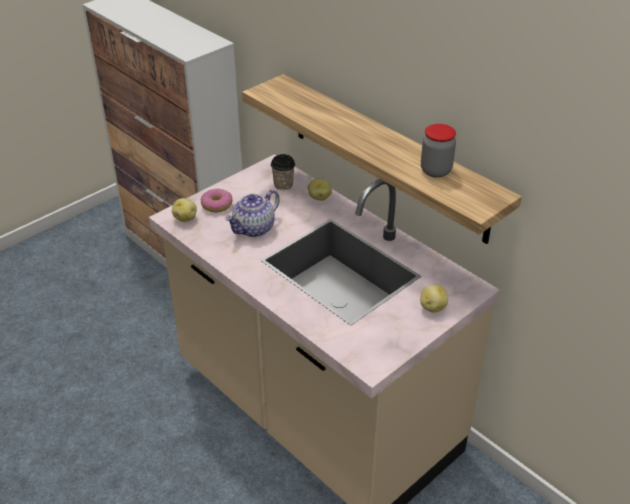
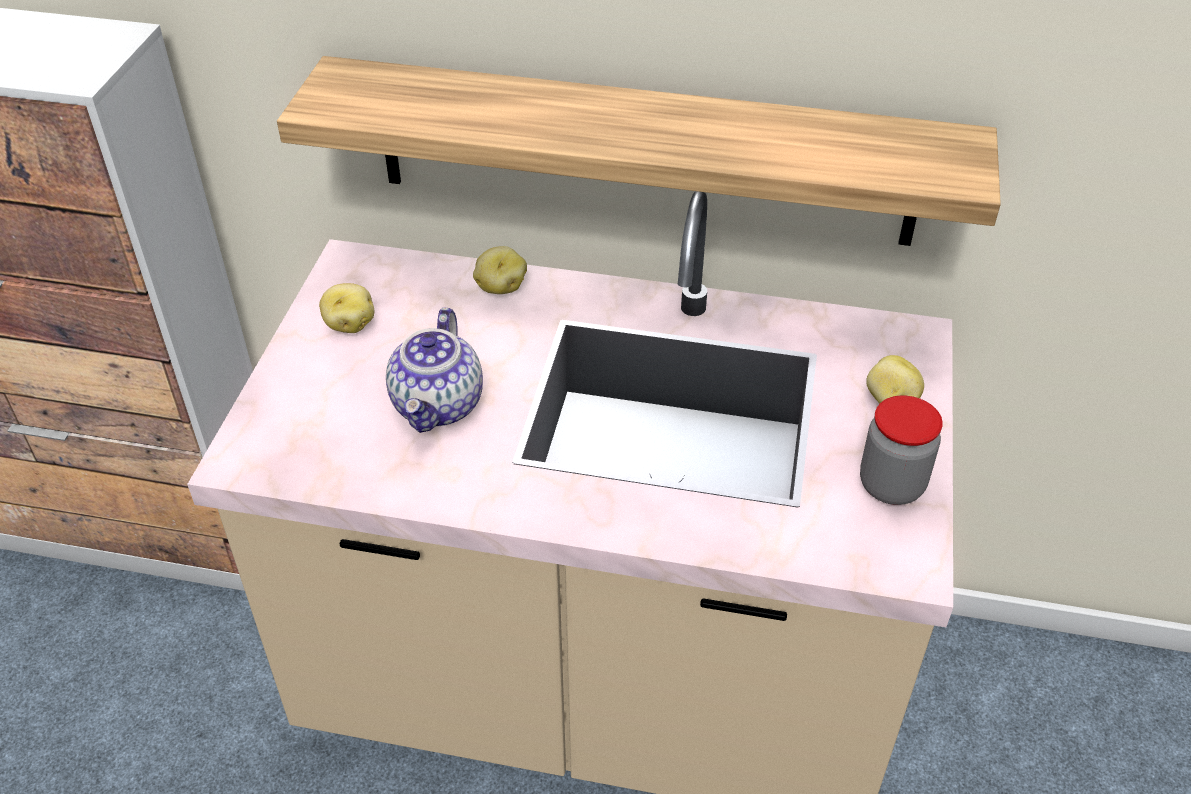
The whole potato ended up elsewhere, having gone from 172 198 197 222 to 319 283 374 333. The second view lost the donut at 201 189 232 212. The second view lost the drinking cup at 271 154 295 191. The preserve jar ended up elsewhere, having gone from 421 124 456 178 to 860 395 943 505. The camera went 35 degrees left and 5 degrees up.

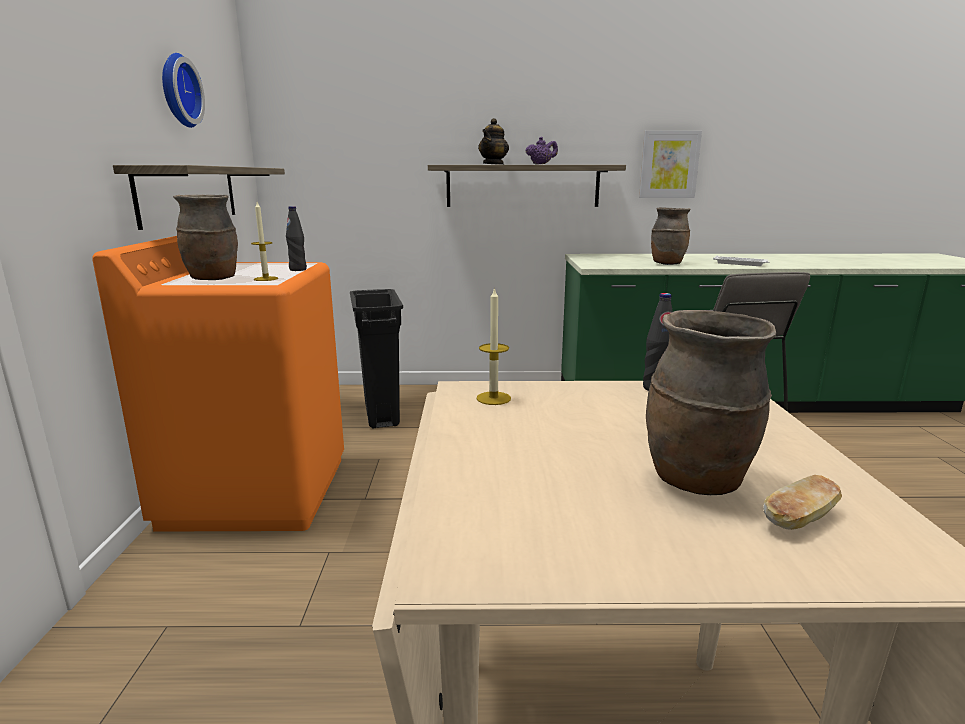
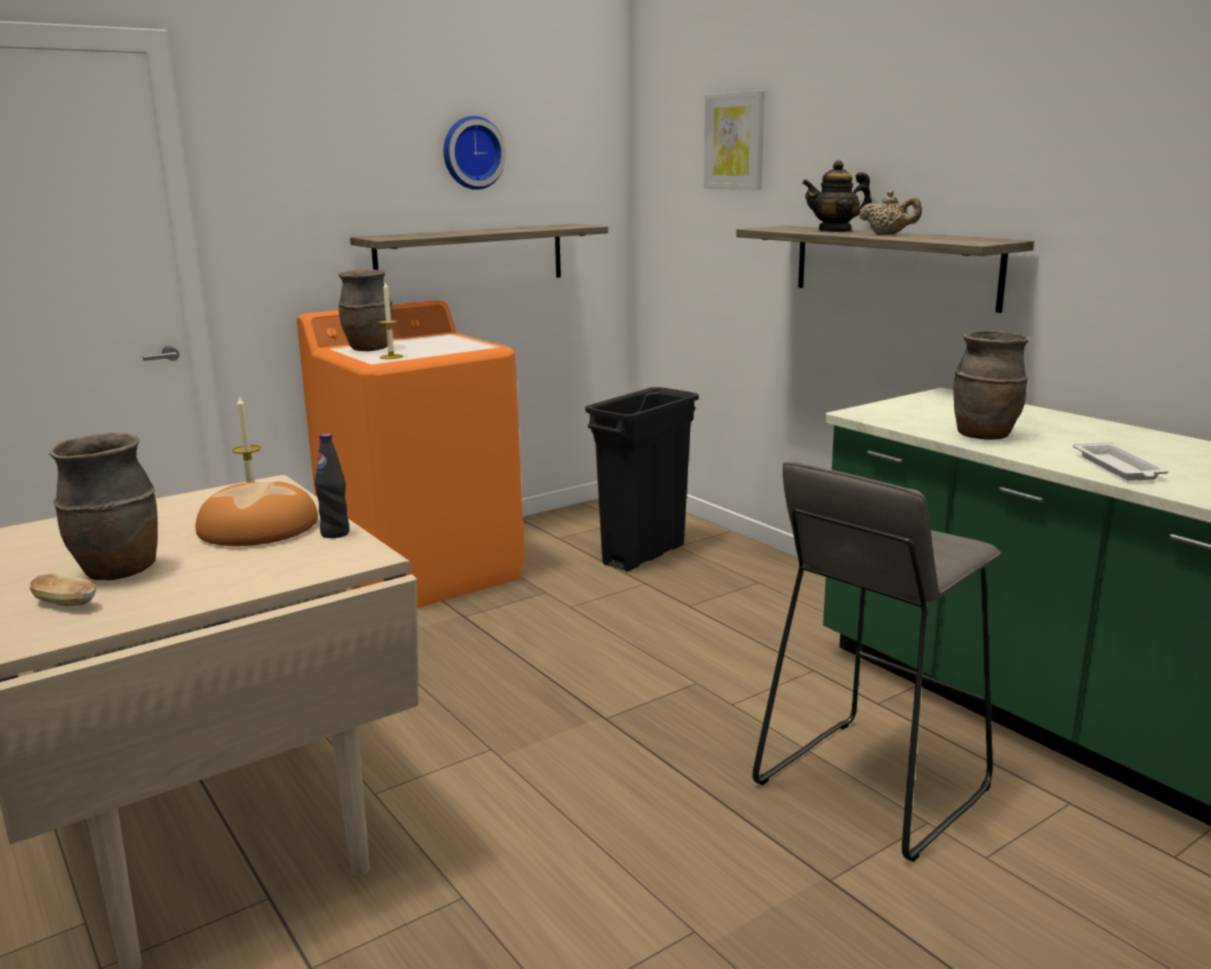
The second view lost the black-coloured drink bottle at 286 206 307 271. What was the purple-coloured pot for tea at 526 137 558 165 turned into the beige-coloured pot for tea at 859 190 922 235. The wall picture ended up elsewhere, having gone from 639 131 702 198 to 704 90 765 190. The second view gained the bread at 195 482 318 546. The camera went 55 degrees right and 0 degrees up.

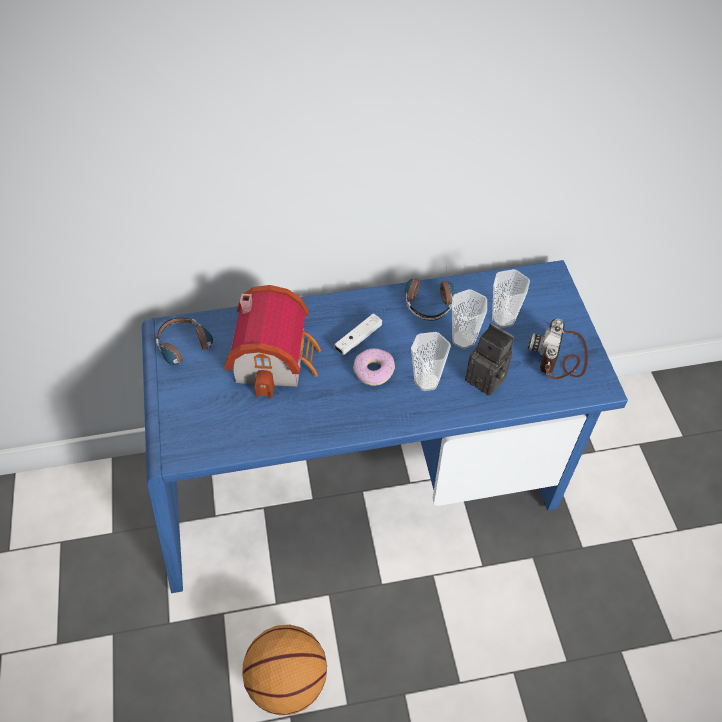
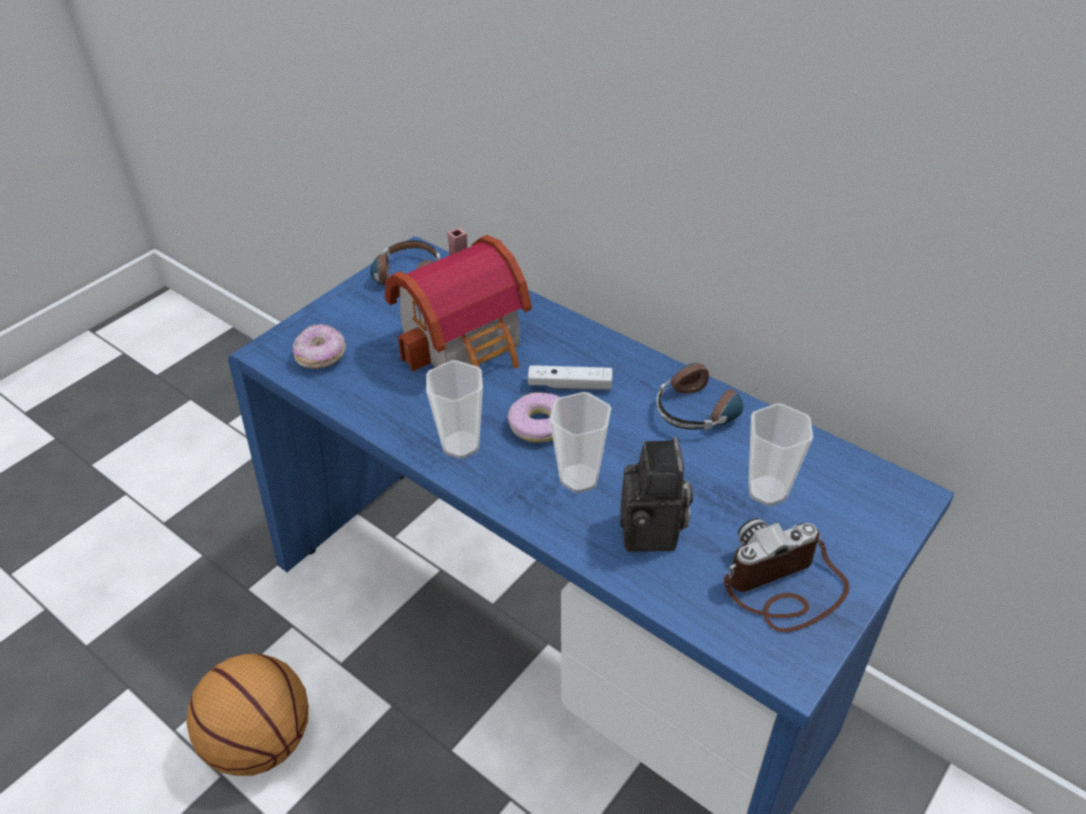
The drinking cup ended up elsewhere, having gone from 452 289 487 349 to 426 360 483 459. The second view gained the donut at 293 324 346 369. The camera went 50 degrees right and 10 degrees down.

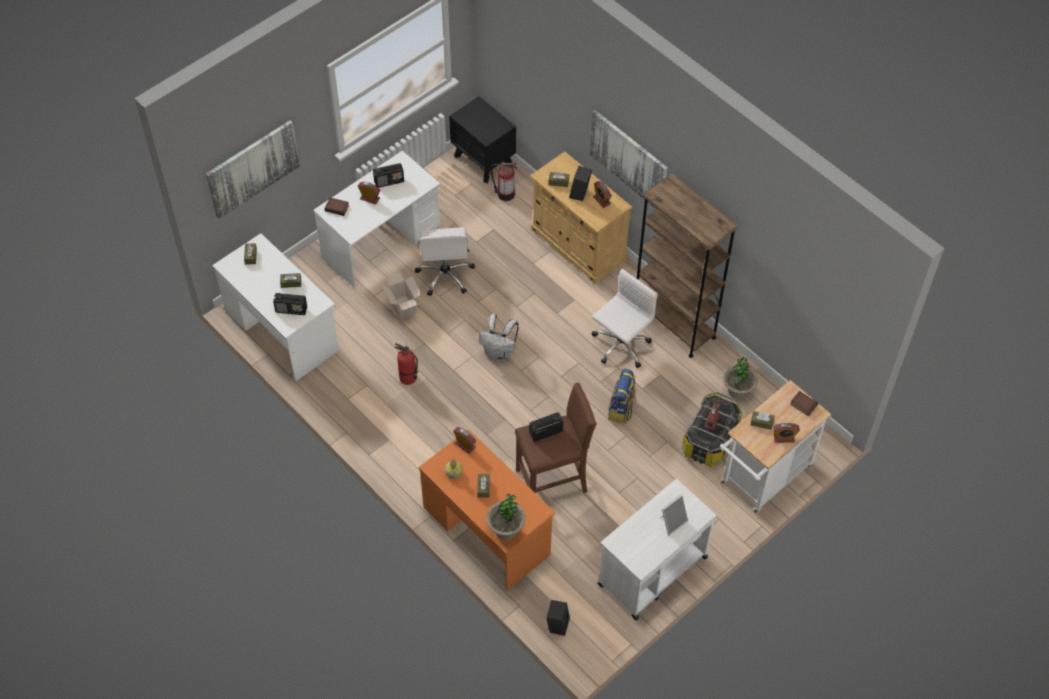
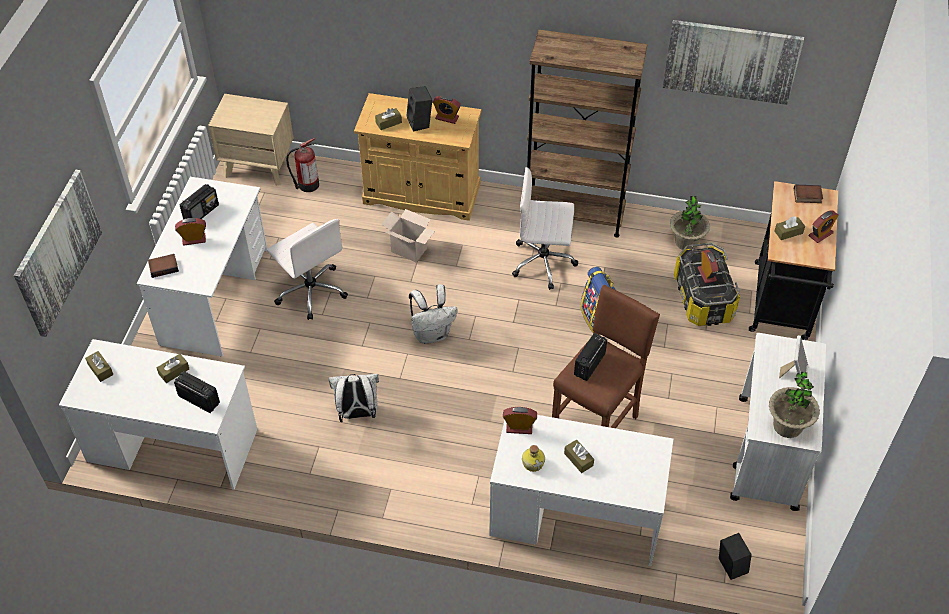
The radio set at 273 293 307 315 ended up facing another way, 120 degrees counterclockwise from before. The packing box ended up elsewhere, having gone from 382 273 422 320 to 381 209 435 262. Where the fire-fighting cylinder stood at 394 343 418 385, the white knapsack came to stand at 329 374 379 422. What was the orangey desk at 418 429 555 591 turned into the white desk at 489 415 673 566. What was the black-coloured nightstand at 449 96 516 183 turned into the beige-coloured nightstand at 208 94 293 186. The potted plant ended up elsewhere, having gone from 486 494 526 540 to 769 372 820 438. The wall picture ended up elsewhere, having gone from 590 110 668 209 to 663 20 804 105. The white computer chair at 592 269 658 368 ended up facing another way, 90 degrees counterclockwise from before. What was the white trolley at 720 380 831 513 turned into the black-coloured trolley at 749 181 838 340. The camera went 35 degrees left and 5 degrees down.

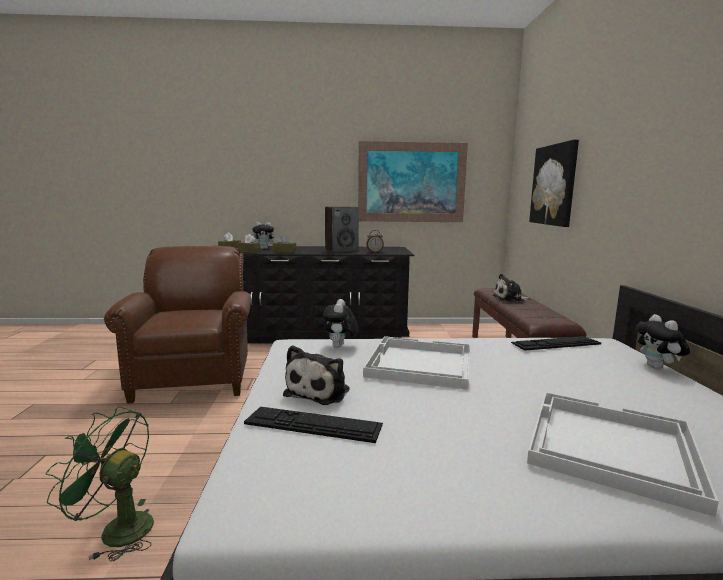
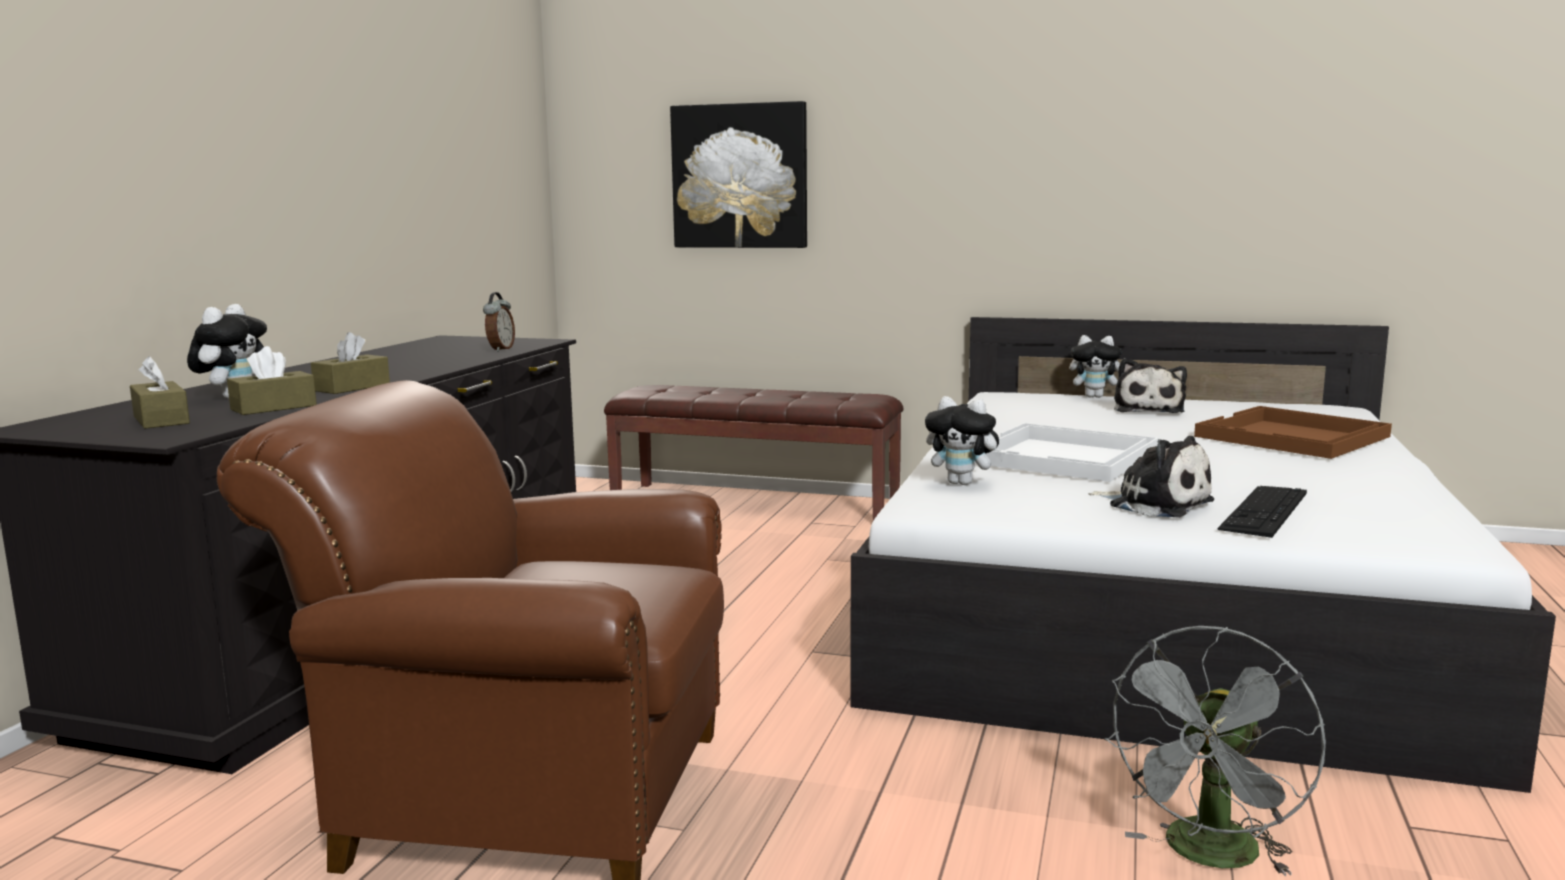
What was the greenish electric fan at 46 407 154 562 turned into the greyish electric fan at 1104 626 1326 876. The second view lost the speaker at 325 207 359 253. The second view lost the wall picture at 358 141 468 222. The plush toy ended up elsewhere, having gone from 492 274 530 302 to 1114 358 1187 413. The second view lost the computer keyboard at 511 336 601 351. What was the white carrying tray at 527 392 719 517 turned into the brownish carrying tray at 1194 406 1392 459. The camera went 70 degrees left and 0 degrees up.

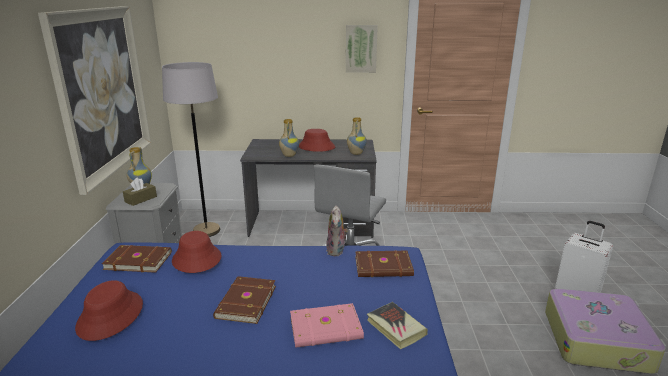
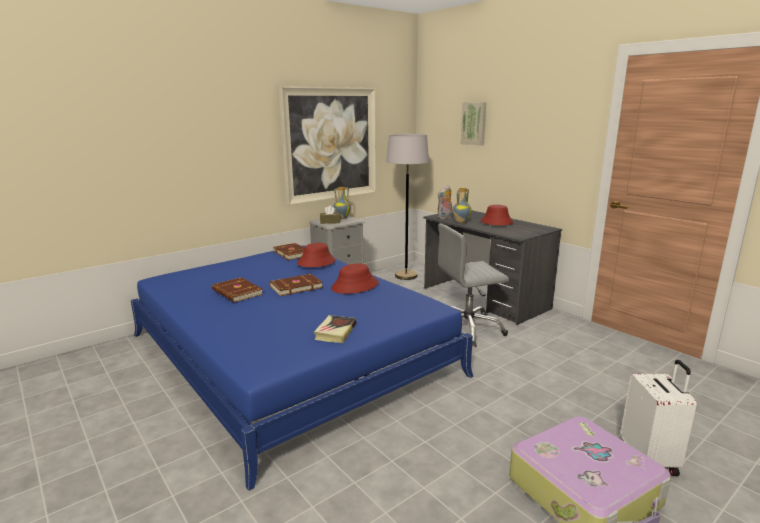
The red wearable hat ended up elsewhere, having gone from 75 280 143 341 to 331 263 379 294. The second view lost the pinkish bound book at 290 303 364 348. The plush toy ended up elsewhere, having gone from 326 206 348 256 to 438 185 452 219. The wall picture ended up elsewhere, having gone from 346 25 378 73 to 460 102 487 146. The second view lost the decorative vase at 347 117 367 155. The brownish bound book ended up elsewhere, having gone from 355 250 414 277 to 212 277 263 302. The camera went 50 degrees right and 5 degrees down.

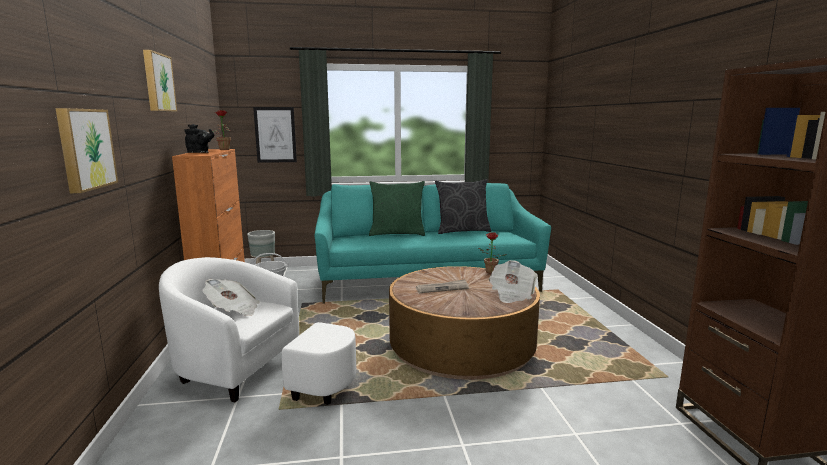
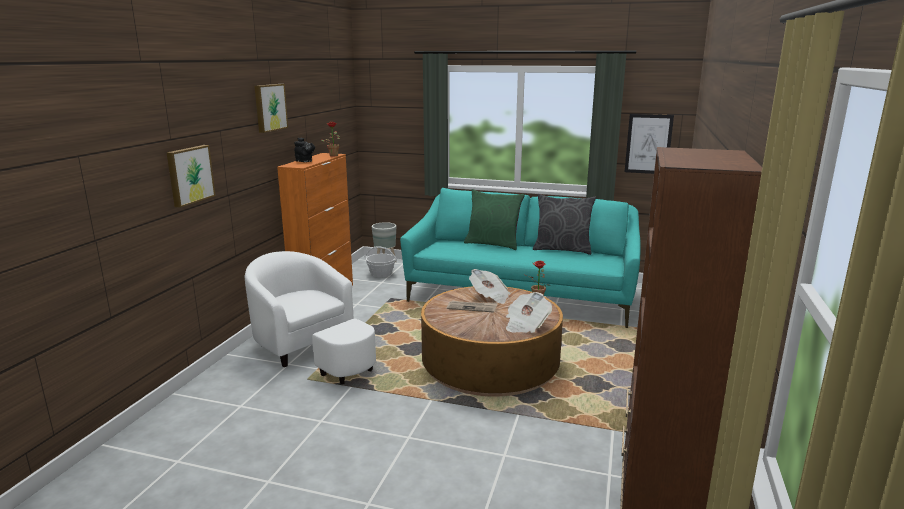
The newspaper ended up elsewhere, having gone from 203 279 260 316 to 469 269 511 304. The wall picture ended up elsewhere, having gone from 253 107 297 163 to 625 114 674 174. The camera went 25 degrees right and 5 degrees up.

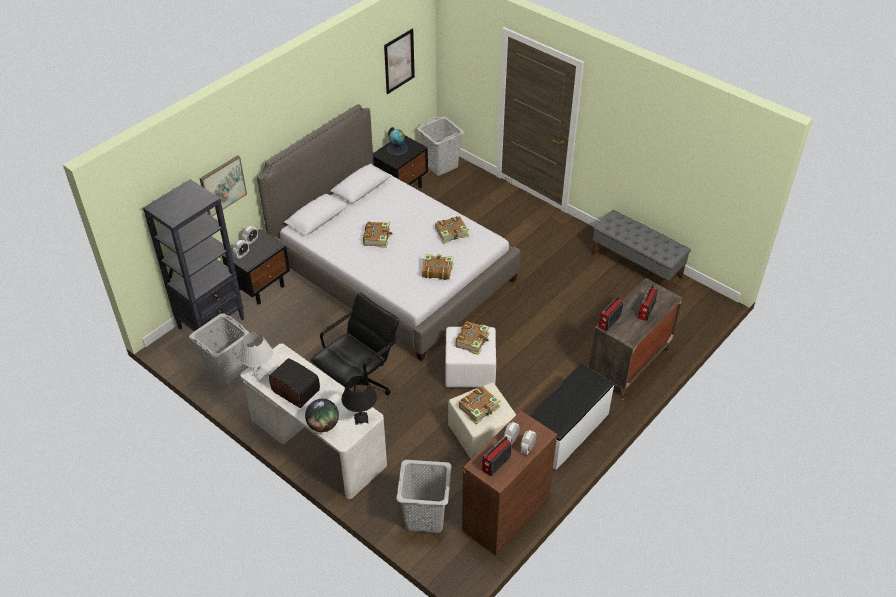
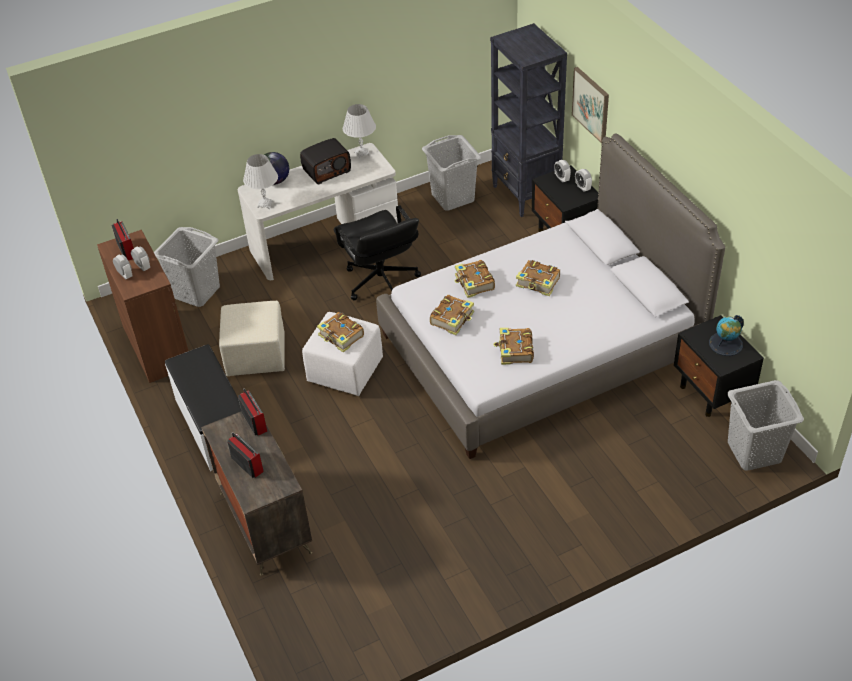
What was the black-coloured lamp for a table at 342 376 377 425 turned into the white lamp for a table at 243 154 278 209. The second view lost the wall picture at 384 29 415 94. The bound book ended up elsewhere, having gone from 459 386 500 424 to 455 260 495 298. The second view lost the greyish bench at 591 210 691 289. The camera went 115 degrees right and 0 degrees up.

